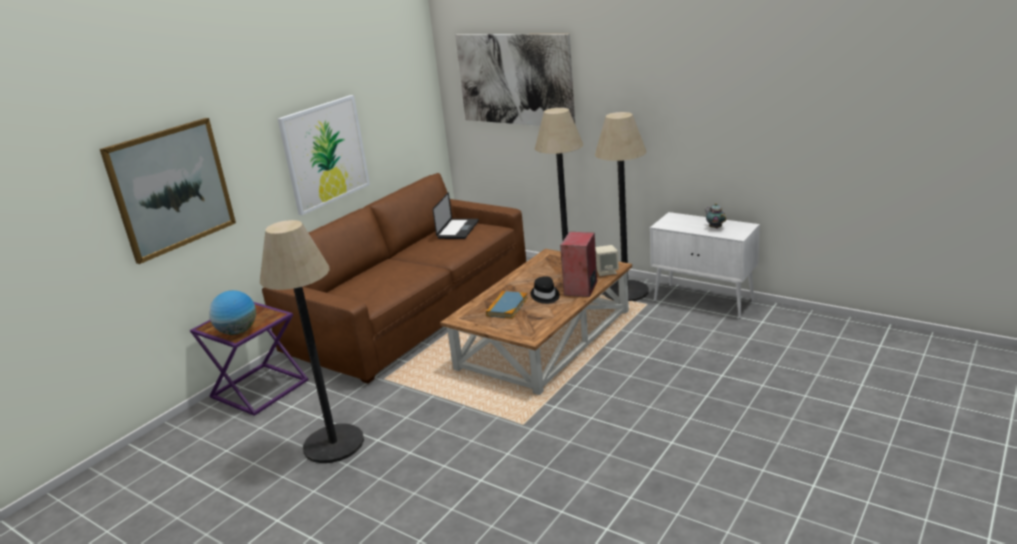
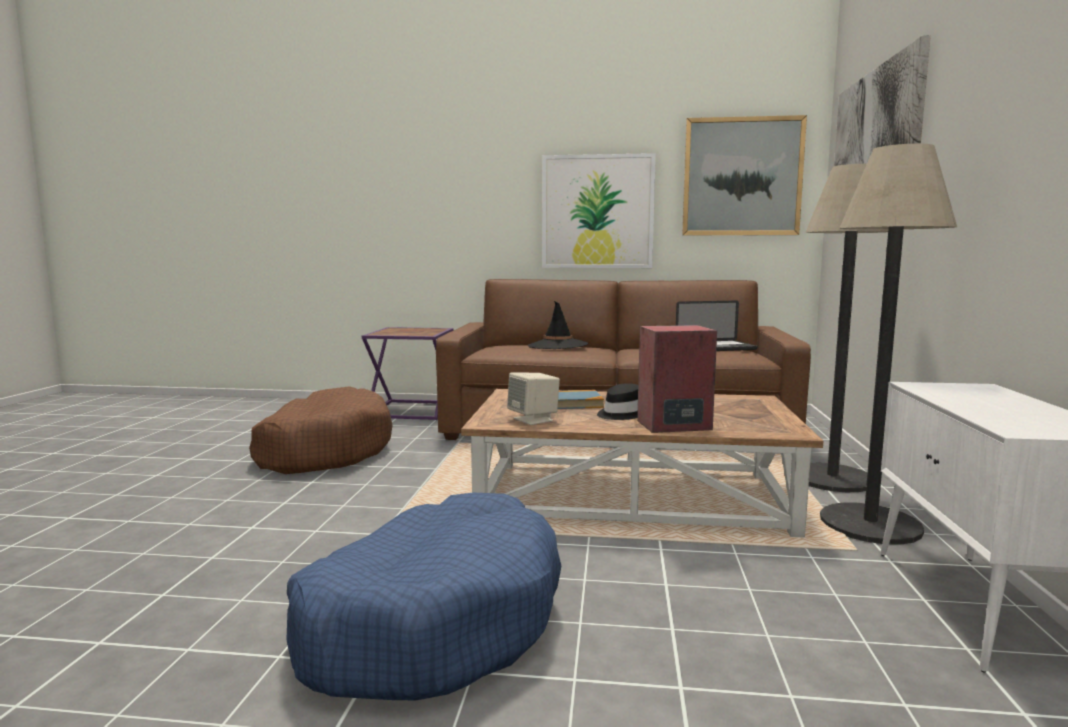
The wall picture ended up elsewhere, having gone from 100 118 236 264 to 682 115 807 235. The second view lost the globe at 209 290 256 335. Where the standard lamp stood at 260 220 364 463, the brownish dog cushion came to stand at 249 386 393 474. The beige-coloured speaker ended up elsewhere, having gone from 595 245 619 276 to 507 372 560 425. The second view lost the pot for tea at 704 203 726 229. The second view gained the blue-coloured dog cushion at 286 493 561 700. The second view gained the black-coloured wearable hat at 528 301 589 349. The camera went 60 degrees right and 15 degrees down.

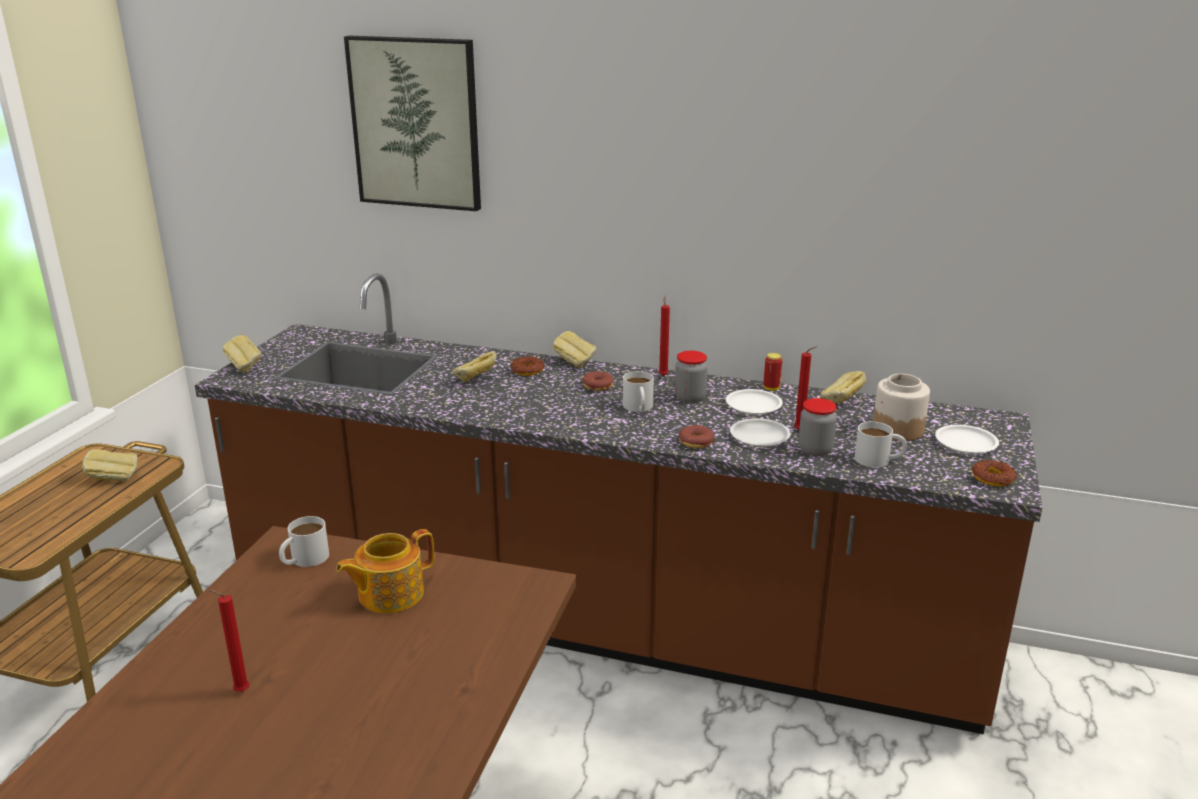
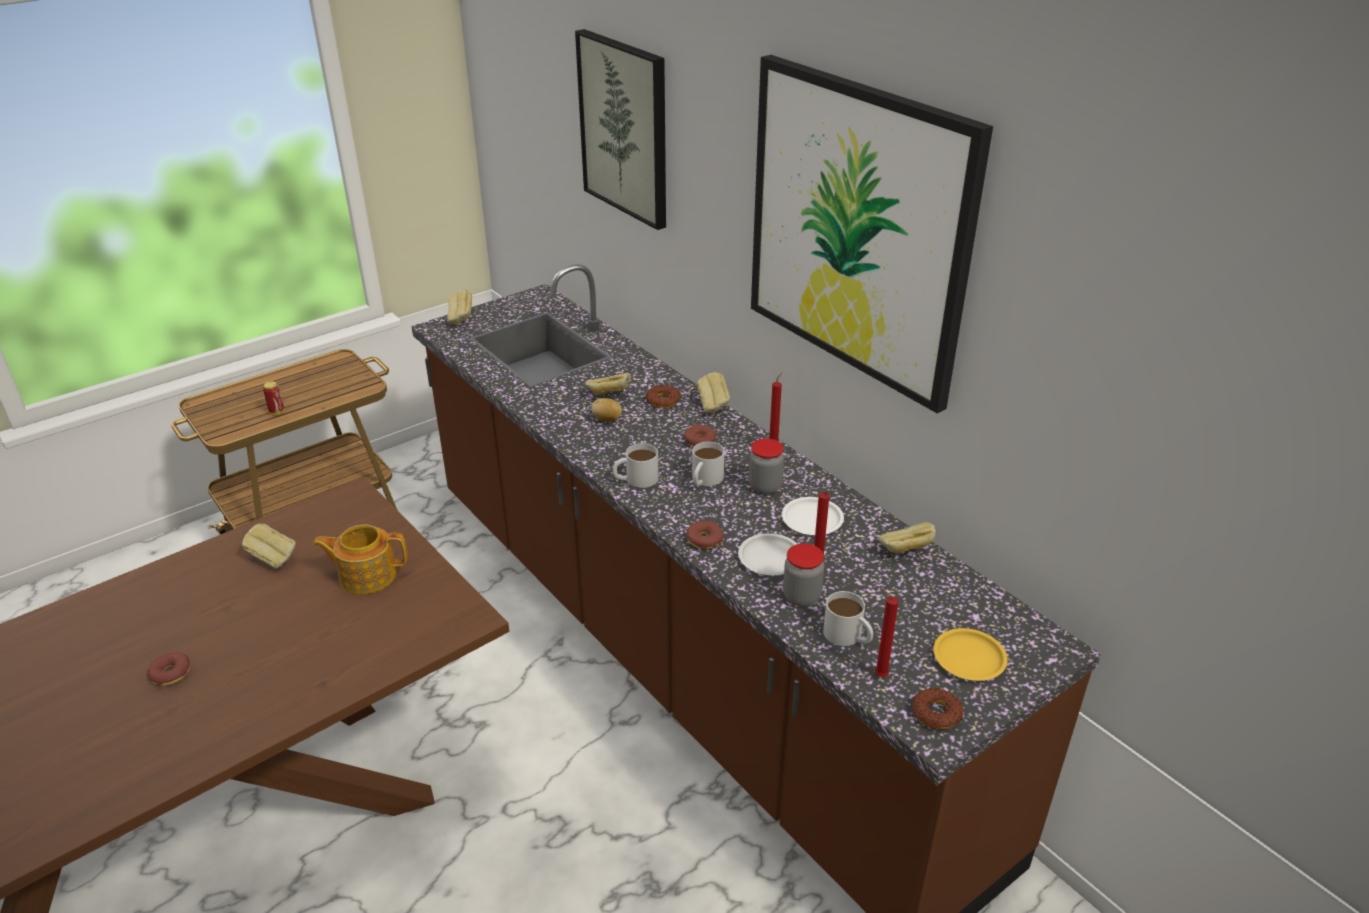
The bread ended up elsewhere, having gone from 82 449 138 482 to 242 523 296 569. The red wax candle ended up elsewhere, having gone from 208 590 249 692 to 875 588 899 677. The white mug ended up elsewhere, having gone from 279 516 329 567 to 613 443 658 488. The metal can ended up elsewhere, having gone from 763 353 783 391 to 263 381 284 415. The second view lost the preserve jar at 873 374 930 441. What was the white flat dish at 935 425 999 454 turned into the yellow-coloured flat dish at 933 628 1008 681. The second view gained the donut at 147 652 190 686. The second view gained the whole potato at 592 398 622 422. The second view gained the wall picture at 751 55 993 413. The camera went 35 degrees right and 10 degrees up.

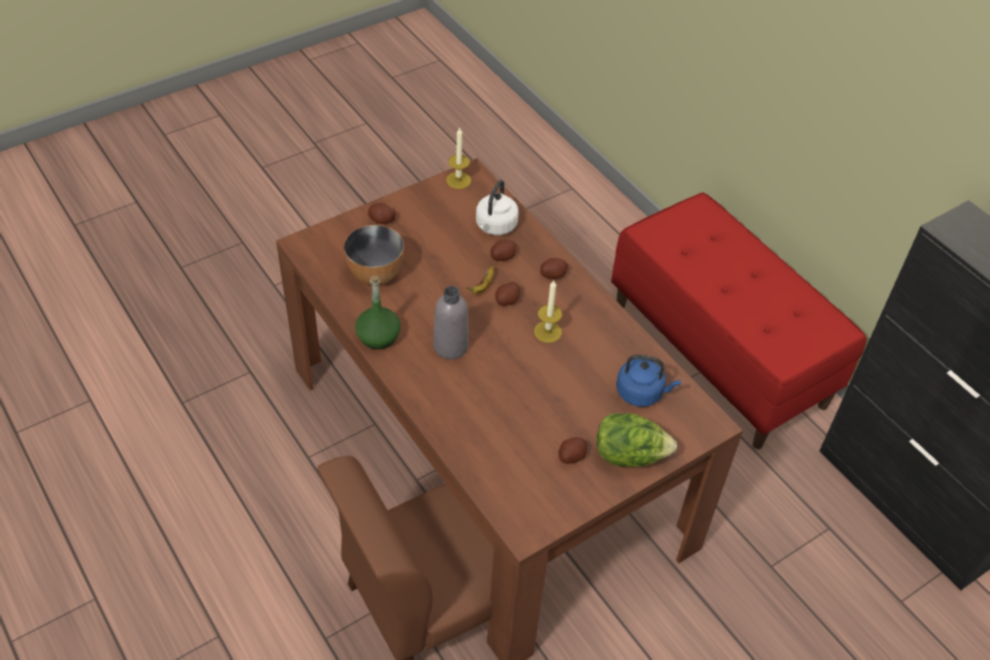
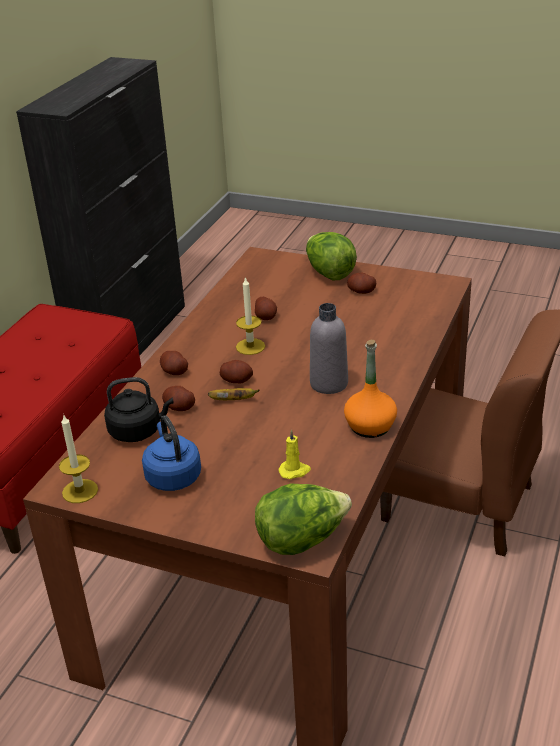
Where the deep dish stood at 344 225 404 285, the yellow-coloured wax candle came to stand at 278 430 311 479. What was the greenish drink bottle at 355 276 401 349 turned into the orangey drink bottle at 344 340 397 438. The whole potato ended up elsewhere, having gone from 368 203 396 224 to 255 297 277 320. What was the white tea kettle at 476 180 519 235 turned into the black-coloured tea kettle at 104 377 174 442. The blue-coloured tea kettle ended up elsewhere, having gone from 616 355 681 407 to 142 415 201 491. The second view gained the lettuce head at 255 483 352 555. The camera went 120 degrees left and 15 degrees down.

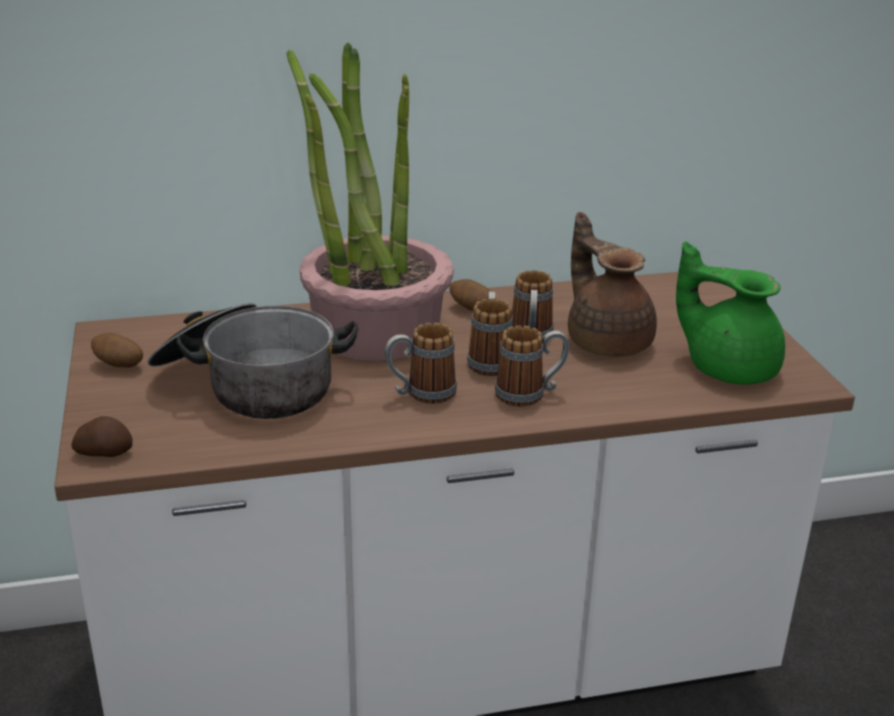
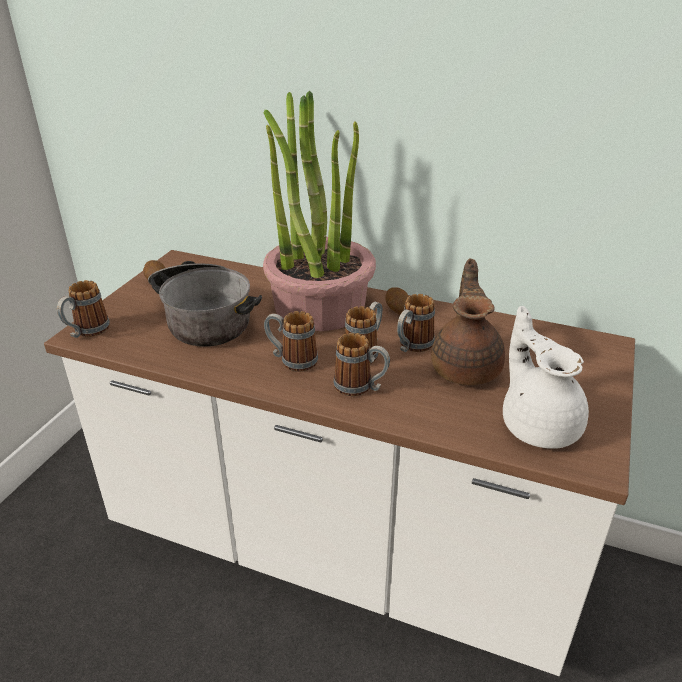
Where the whole potato stood at 71 416 133 457, the mug came to stand at 57 280 110 338. What was the greenish pot for tea at 676 241 785 385 turned into the white pot for tea at 503 306 589 449. The camera went 35 degrees right and 5 degrees up.

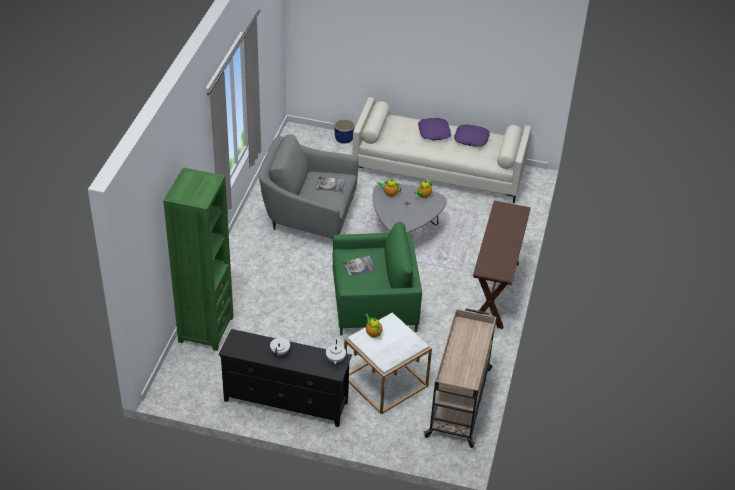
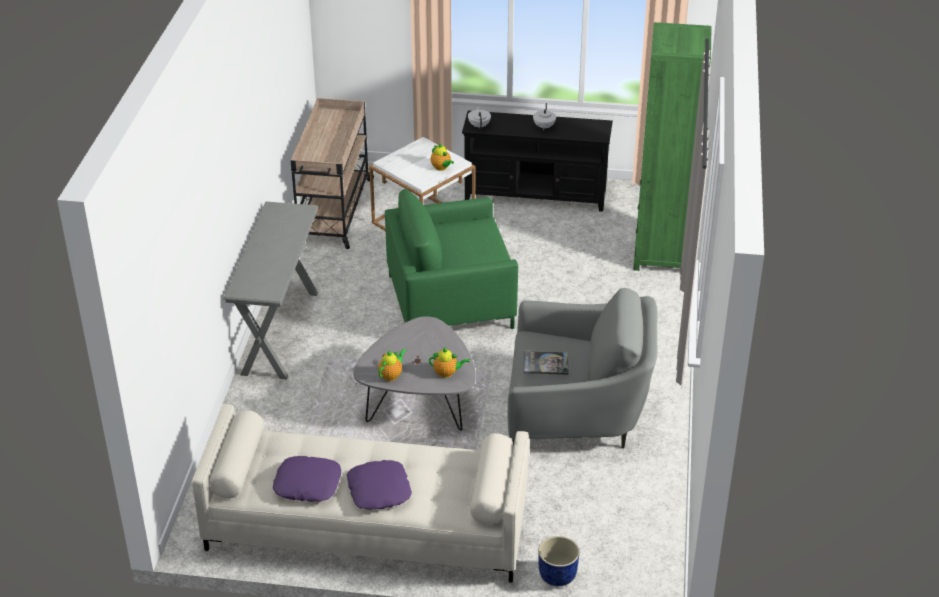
The second view lost the bound book at 342 256 377 277. What was the brownish narrow table at 473 201 531 329 turned into the greyish narrow table at 223 201 318 379. The camera went 175 degrees right and 5 degrees down.

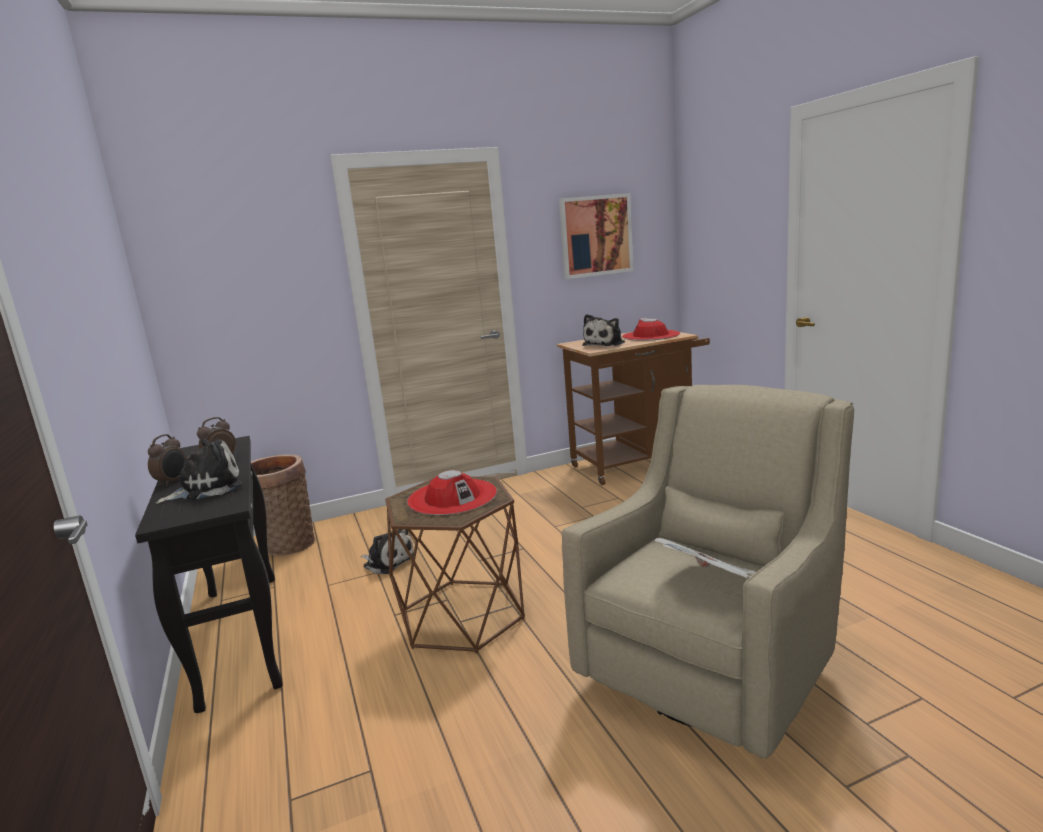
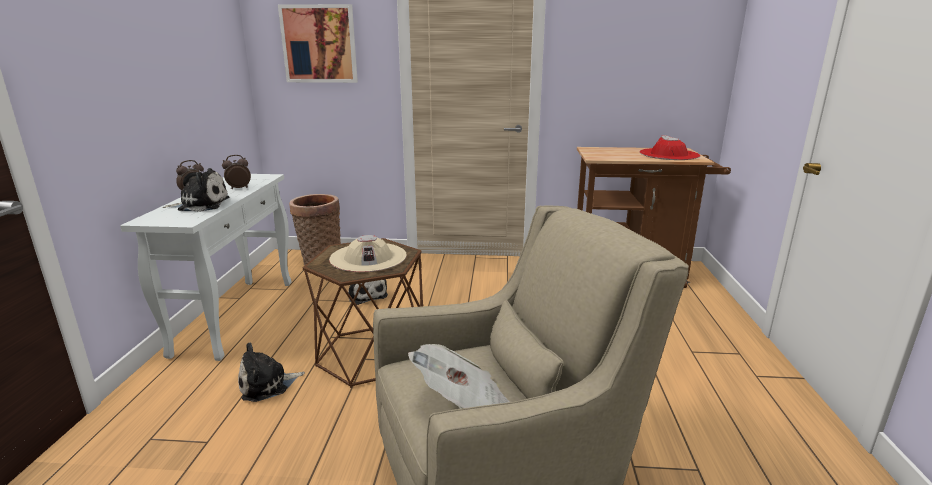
What was the black-coloured narrow table at 135 436 283 713 turned into the white narrow table at 120 174 291 361. What was the red wearable hat at 407 470 497 515 turned into the beige-coloured wearable hat at 329 235 407 272. The wall picture ended up elsewhere, having gone from 559 193 633 279 to 278 4 358 83. The plush toy ended up elsewhere, having gone from 582 314 625 346 to 238 342 305 402. The camera went 25 degrees right and 5 degrees up.

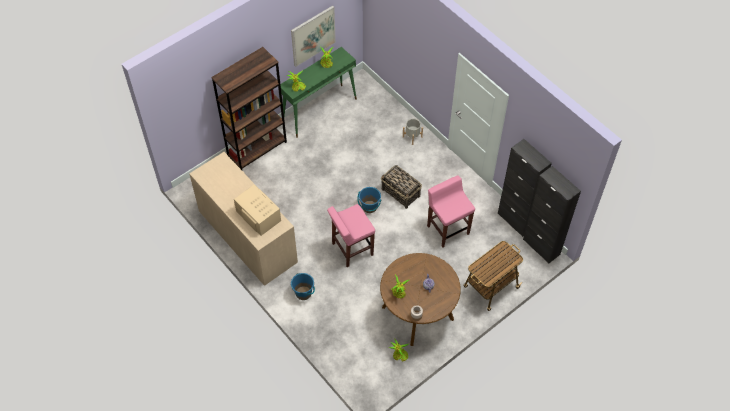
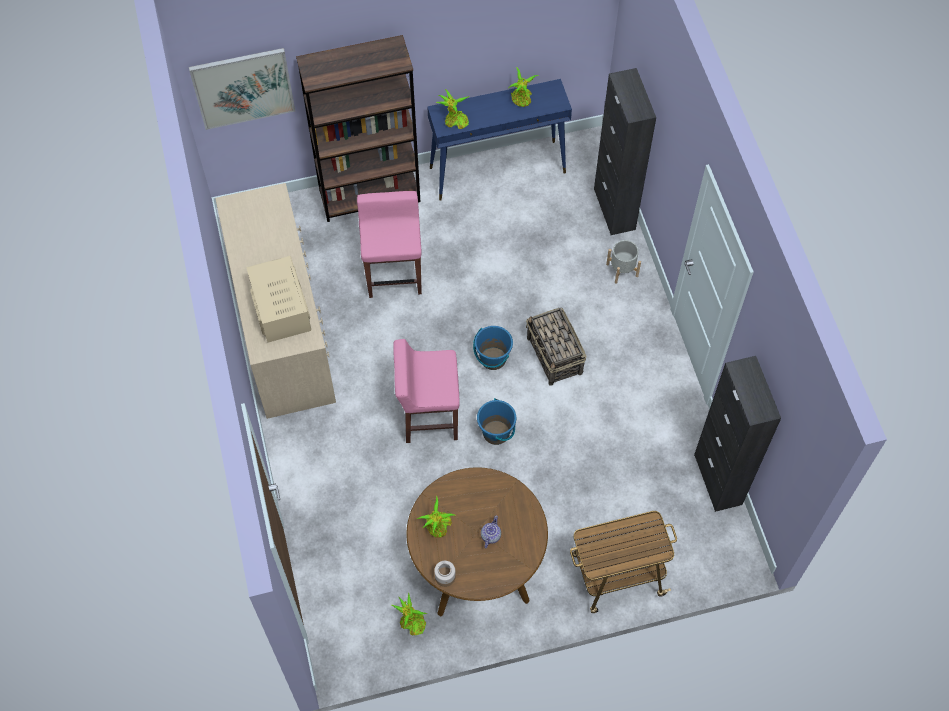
What was the greenish narrow table at 280 47 357 138 turned into the blue-coloured narrow table at 427 79 572 201. The wall picture ended up elsewhere, having gone from 291 6 336 67 to 189 48 295 130. The blue-coloured bucket ended up elsewhere, having gone from 291 273 315 300 to 477 398 516 445. The pinkish stool seat ended up elsewhere, having gone from 427 175 475 248 to 357 191 422 298. The black-coloured cupboard ended up elsewhere, having gone from 523 166 581 264 to 594 68 656 235. The camera went 25 degrees right and 5 degrees up.

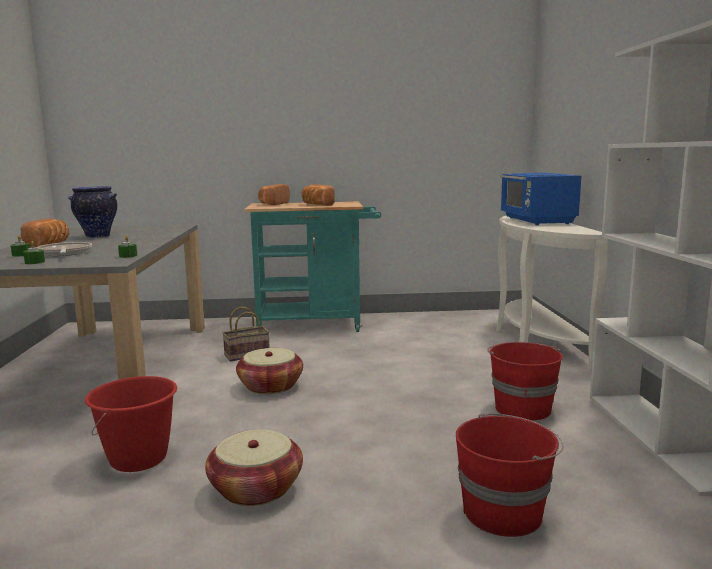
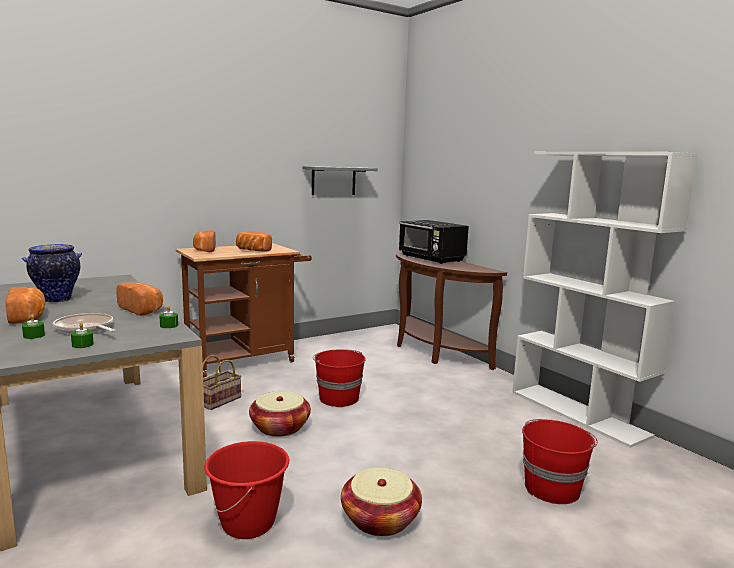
What was the turquoise-coloured trolley at 244 201 381 332 turned into the brownish trolley at 176 243 312 378. The red bucket ended up elsewhere, having gone from 487 342 563 421 to 312 349 366 407. What was the white narrow table at 496 216 610 370 turned into the brownish narrow table at 396 250 507 370. What was the blue-coloured microwave at 501 173 581 225 turned into the black-coloured microwave at 399 220 469 264. The second view gained the bread at 116 282 163 316. The second view gained the greyish bracket shelf at 302 166 378 195. The camera went 30 degrees left and 0 degrees up.

